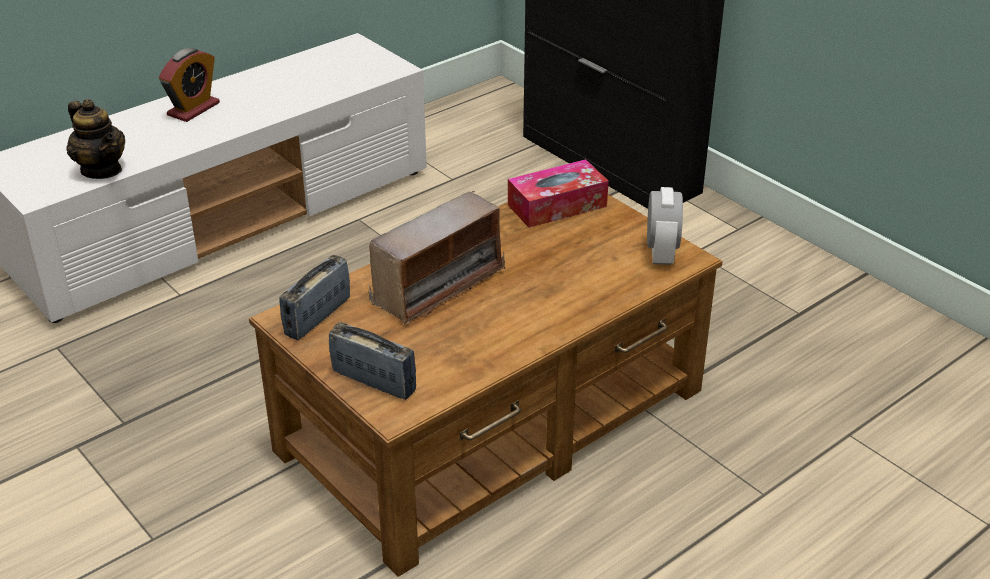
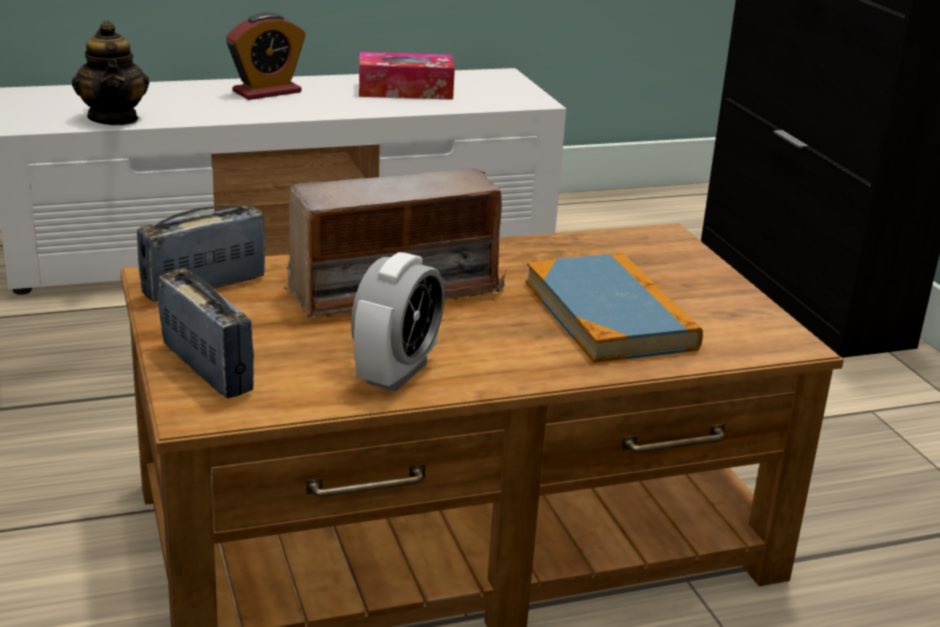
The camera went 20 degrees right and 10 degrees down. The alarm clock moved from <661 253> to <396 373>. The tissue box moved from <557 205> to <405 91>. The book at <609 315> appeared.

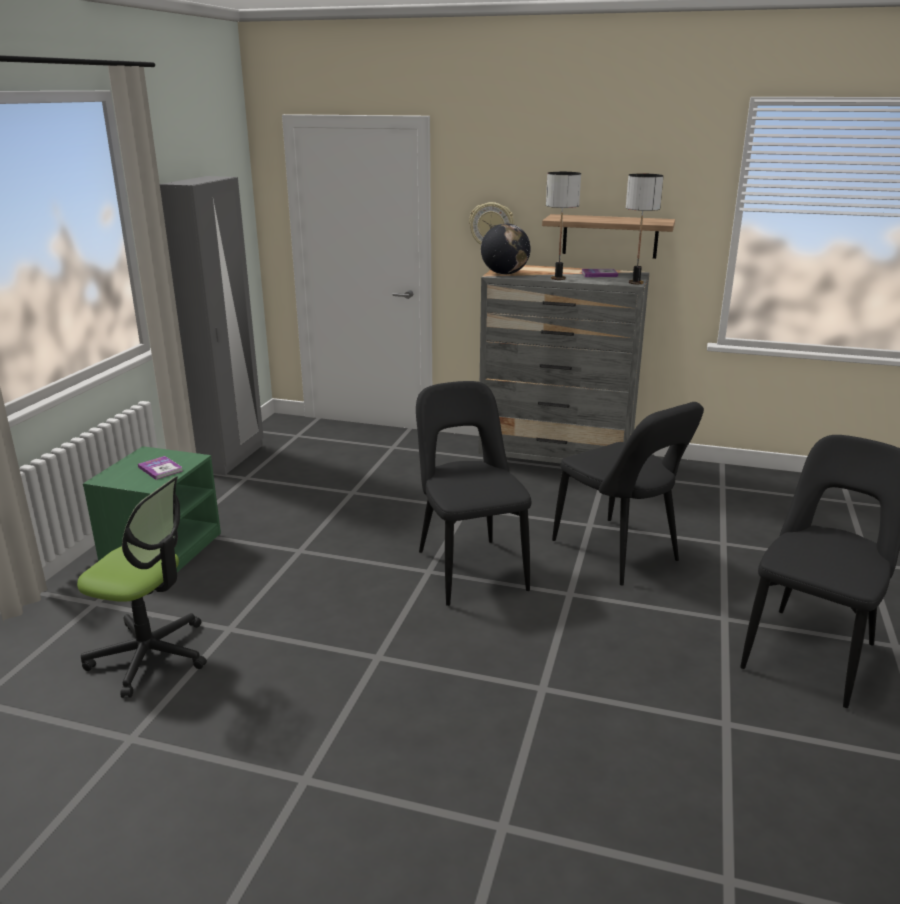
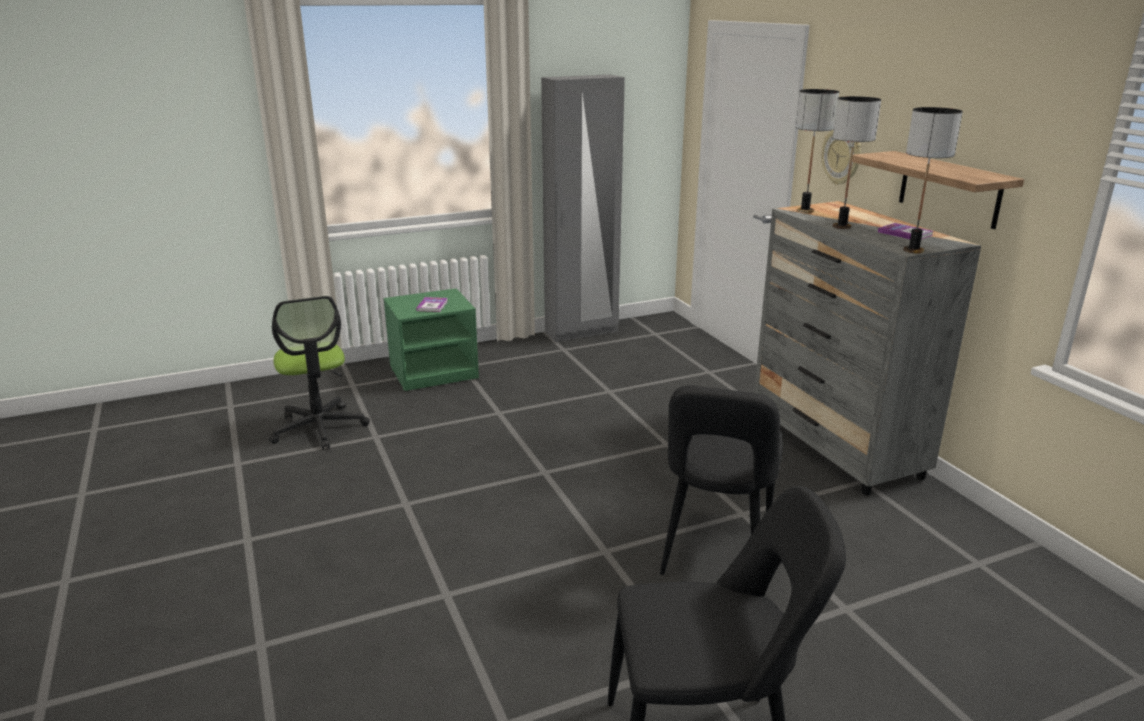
The camera went 50 degrees right and 0 degrees up. The globe at <505 273> was replaced by the table lamp at <805 210>. The black chair at <469 568> disappeared.

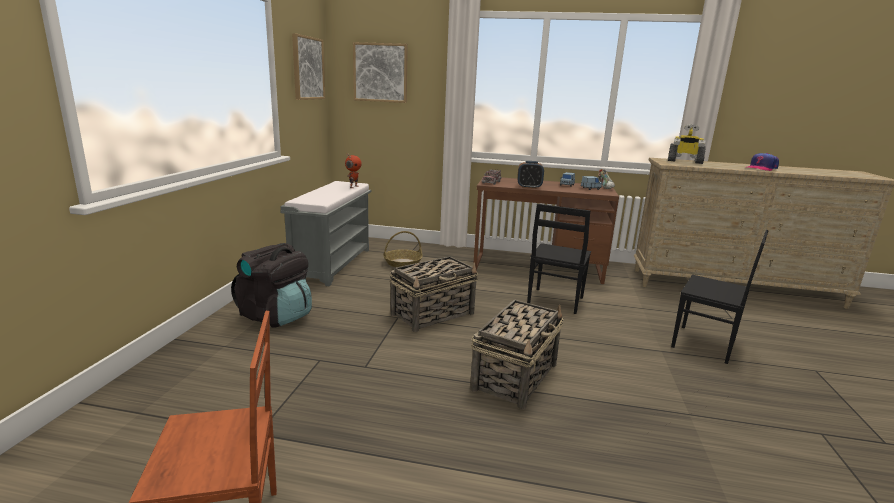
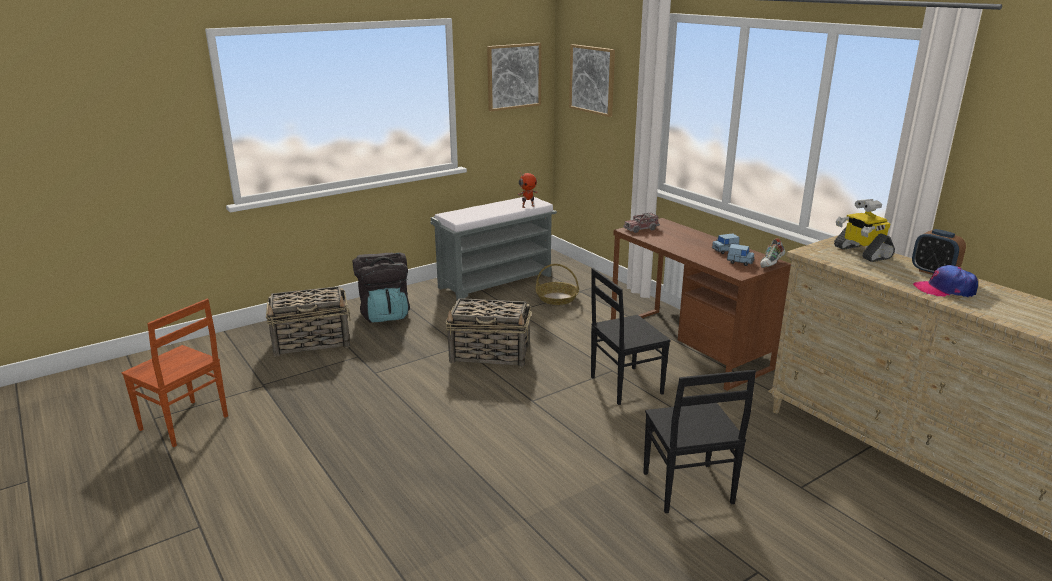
The camera went 45 degrees right and 5 degrees up. The basket moved from <515 376> to <313 342>. The alarm clock moved from <529 187> to <933 272>.

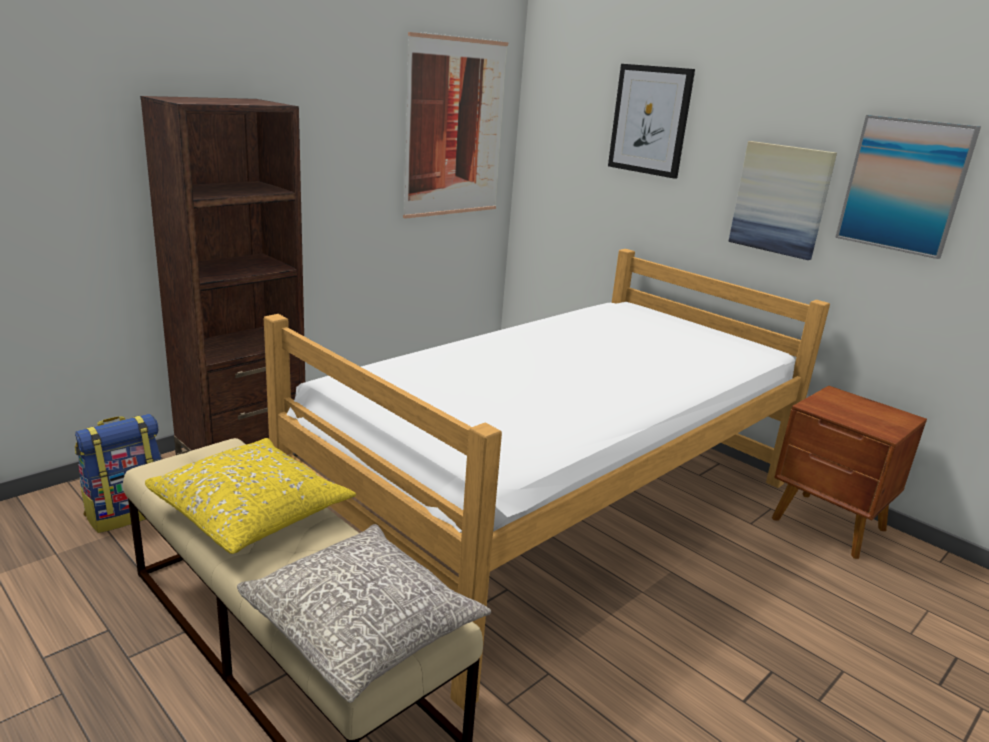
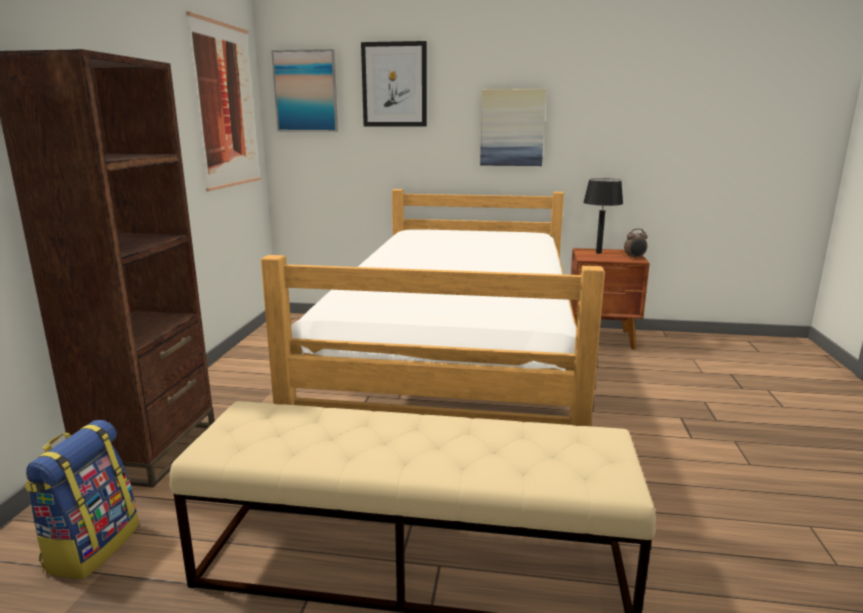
The camera went 35 degrees left and 5 degrees down. The picture moved from <904 185> to <306 91>. The black table lamp at <599 253> appeared. The alarm clock at <634 258> appeared. The yellow pillow at <252 511> disappeared. The grey pillow at <363 626> disappeared.

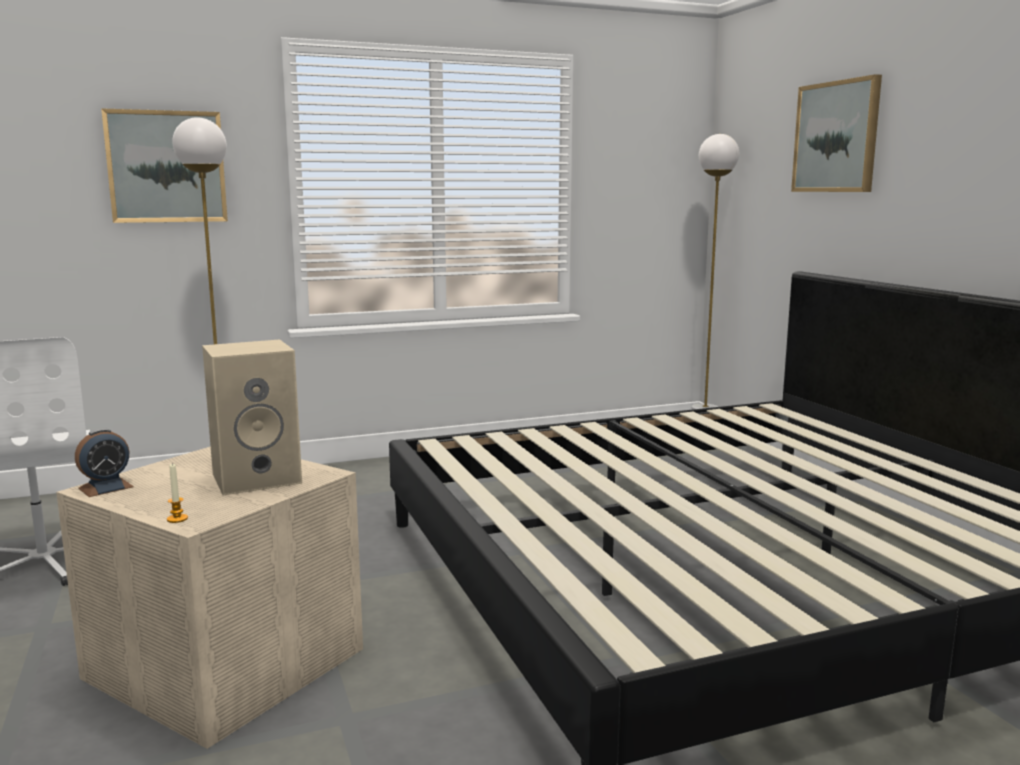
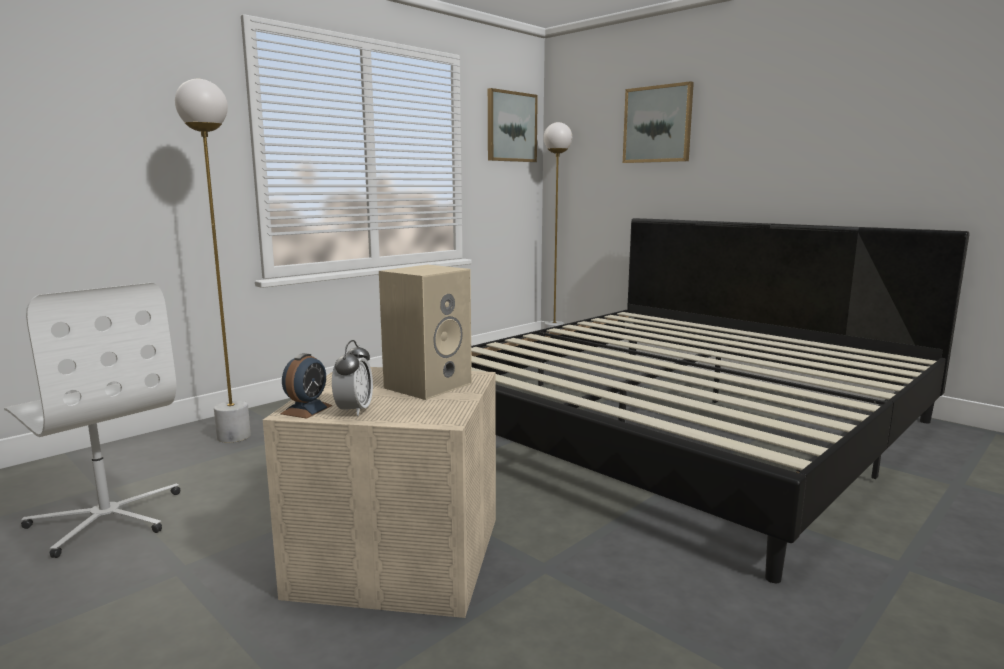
The camera went 25 degrees left and 0 degrees up. The alarm clock at <354 410> appeared. The picture moved from <166 167> to <511 127>. The candle at <177 519> disappeared.

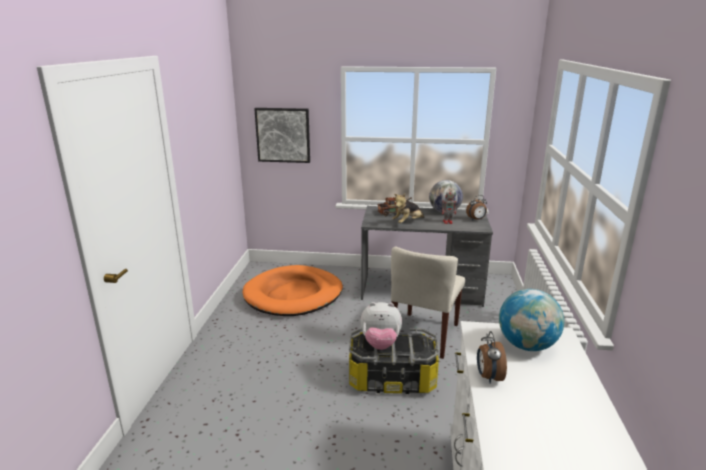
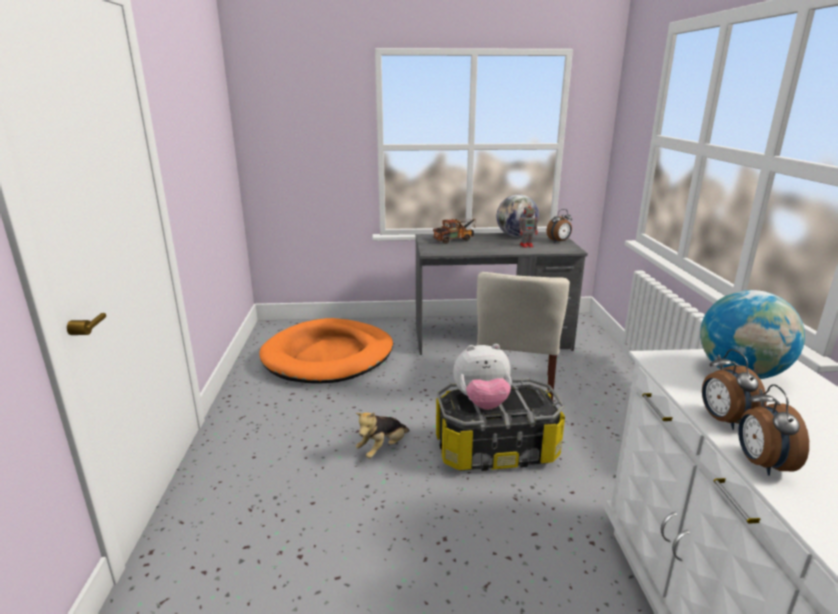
The camera went 10 degrees left and 0 degrees up. The plush toy moved from <408 222> to <383 448>. The alarm clock at <760 464> appeared. The picture at <283 135> disappeared.

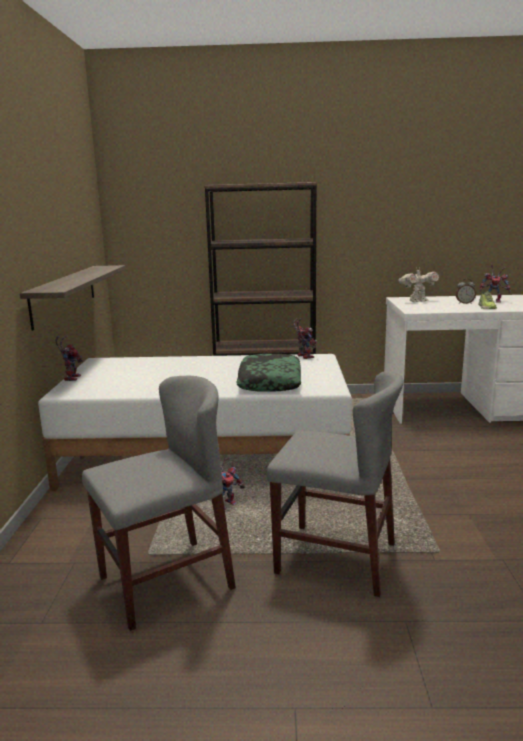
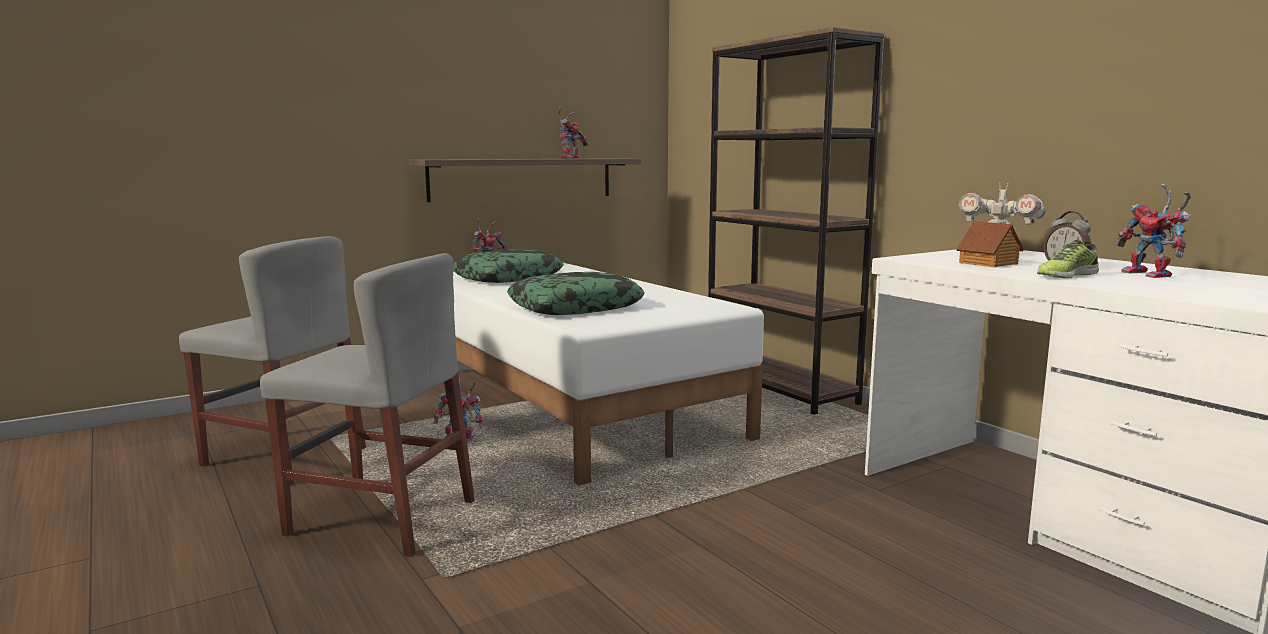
The camera went 55 degrees right and 5 degrees down. The grey chair at <335 558> turned 60 degrees counterclockwise. The pillow at <507 277> appeared. The toy robot moved from <303 356> to <570 158>. The toy house at <989 263> appeared.

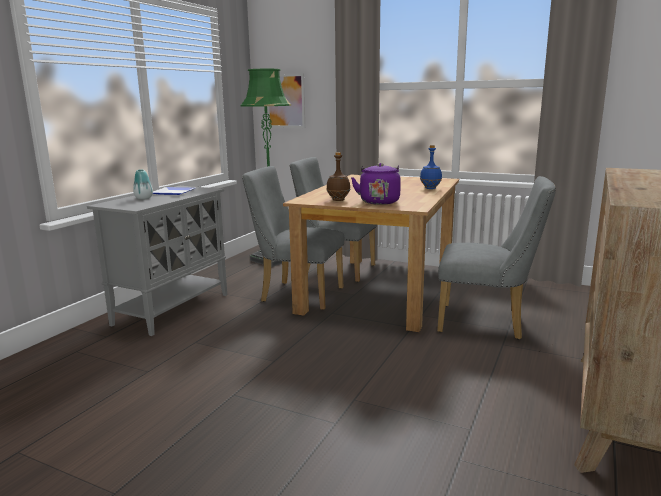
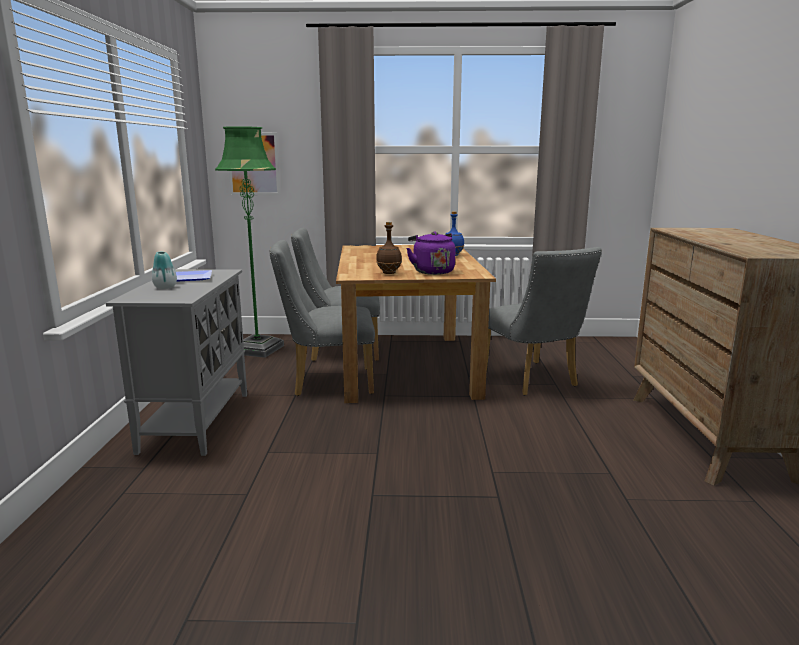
The camera went 25 degrees left and 0 degrees up. The grey chair at <487 323> turned 75 degrees clockwise.

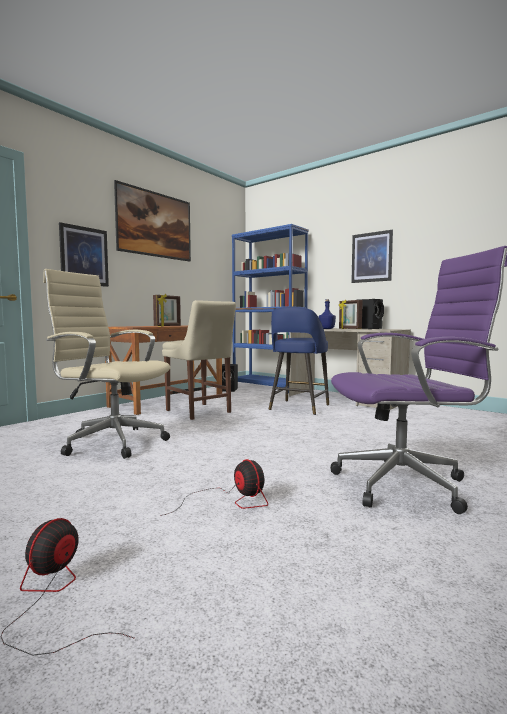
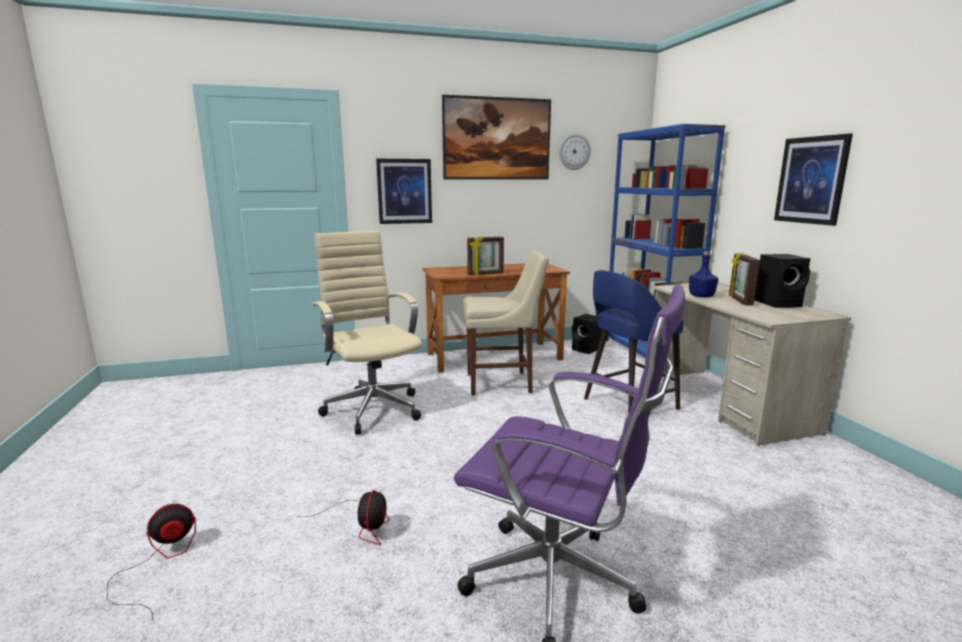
The camera went 35 degrees right and 10 degrees up. The beige chair at <200 412> turned 90 degrees counterclockwise. The wall clock at <574 151> appeared.

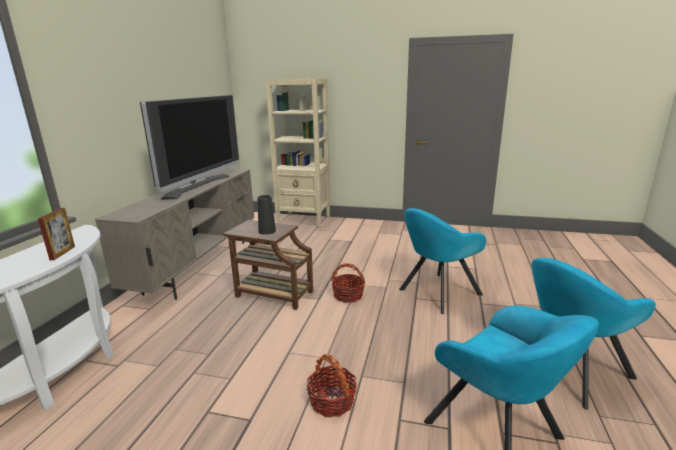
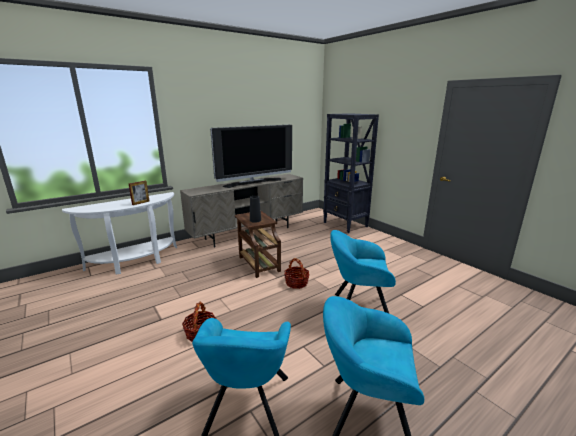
The camera went 40 degrees right and 0 degrees up. The beige bookcase at <304 221> became the black bookcase at <345 225>.

